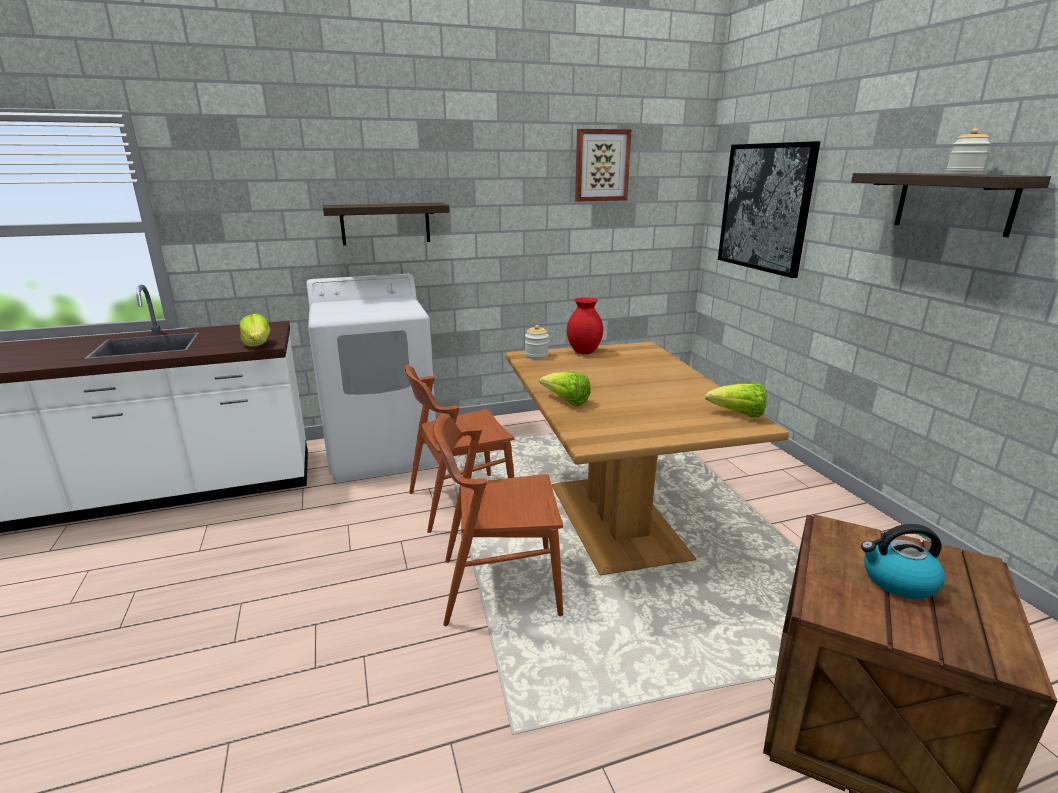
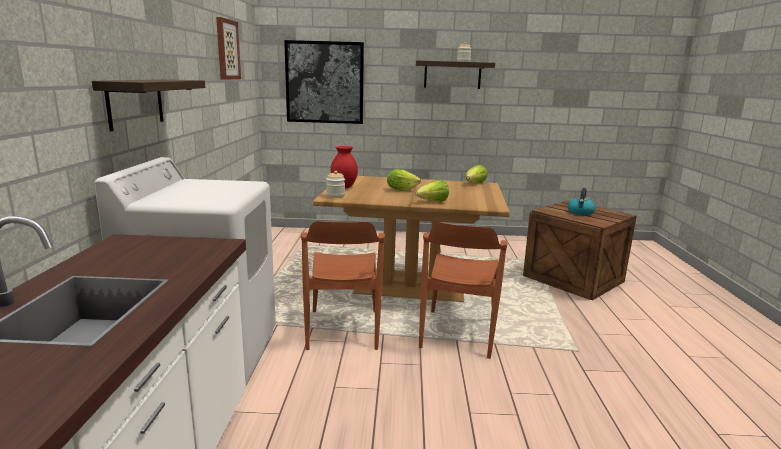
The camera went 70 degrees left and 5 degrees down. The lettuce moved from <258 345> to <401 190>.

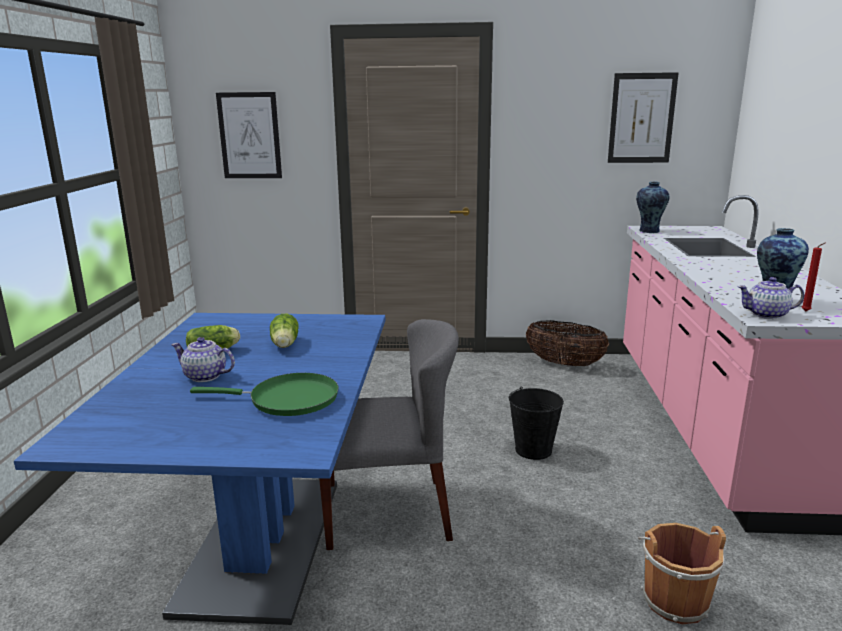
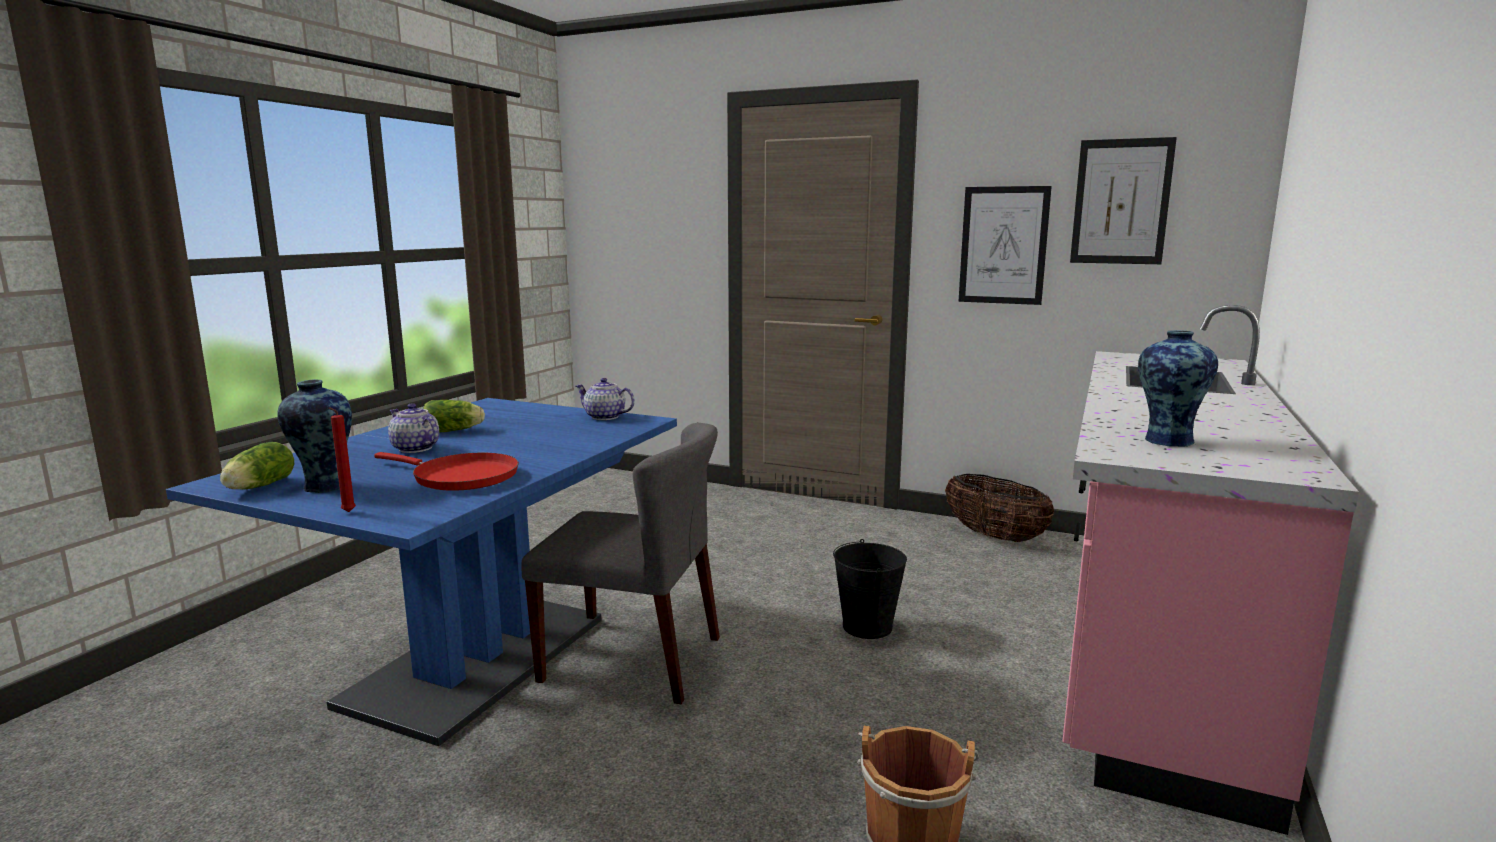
The camera went 20 degrees right and 5 degrees down. The lettuce moved from <284 345> to <257 487>. The vase moved from <649 231> to <324 486>. The red candle moved from <806 312> to <347 513>. The green frying pan at <287 399> became the red frying pan at <460 477>. The teapot moved from <767 315> to <605 417>. The picture moved from <249 136> to <1003 245>.

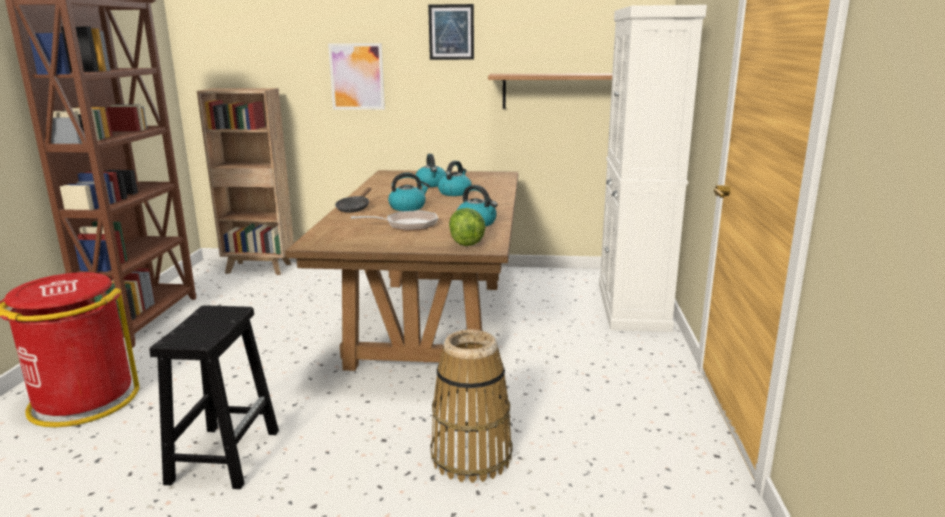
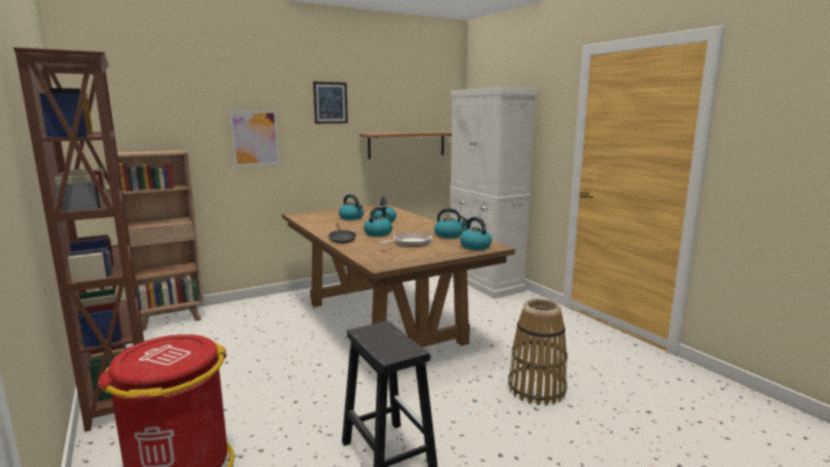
The camera went 35 degrees left and 5 degrees down. The lettuce at <467 242> was replaced by the kettle at <474 246>.

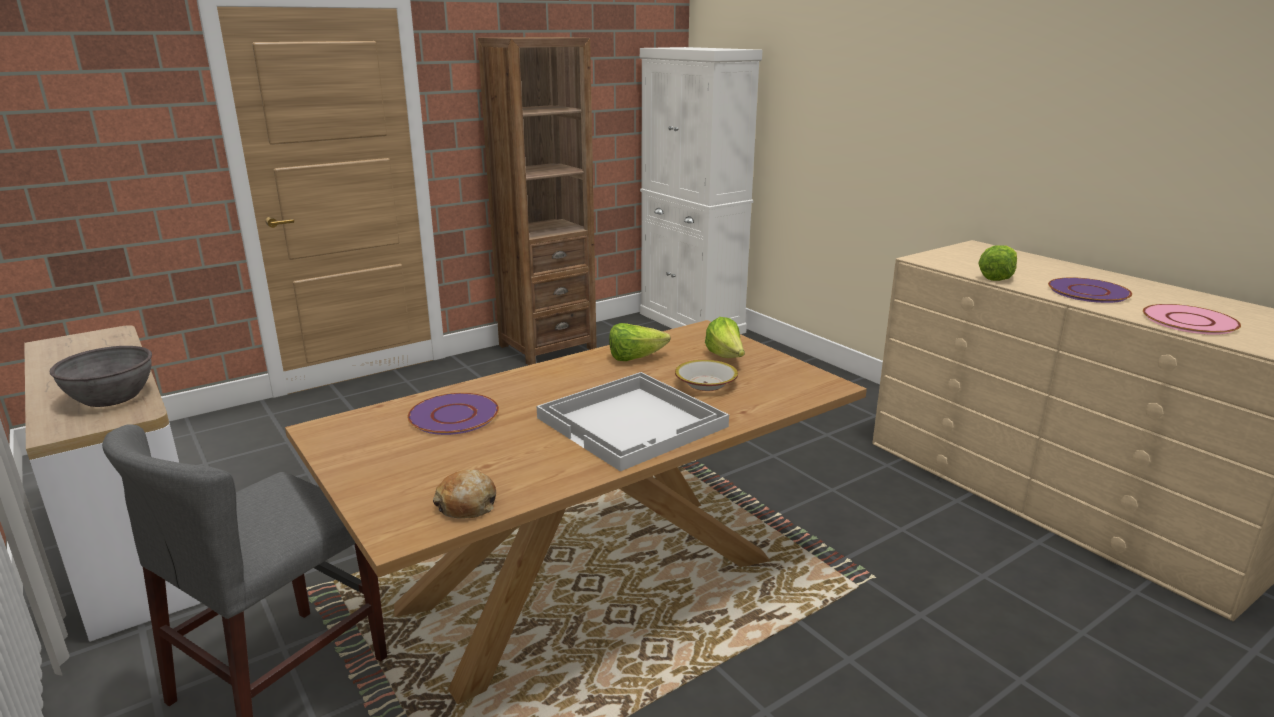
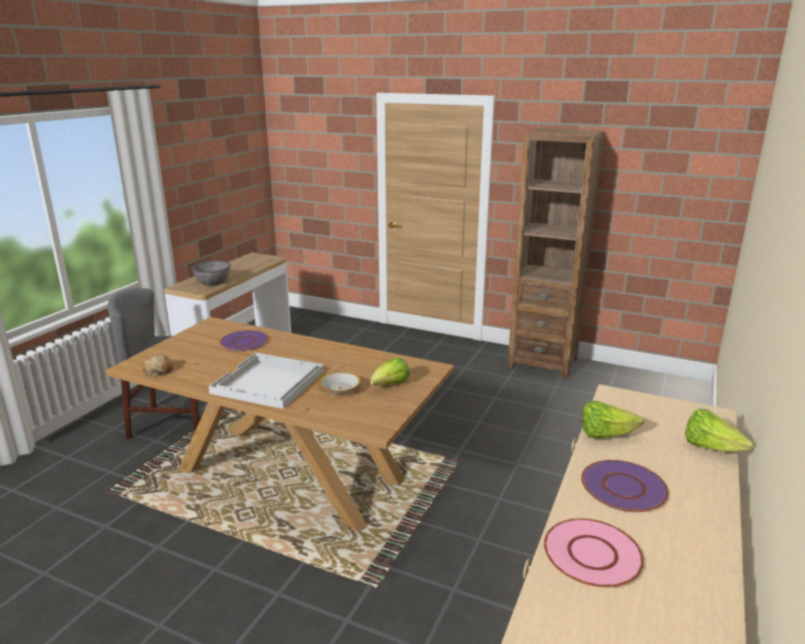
The camera went 60 degrees right and 0 degrees up. The lettuce moved from <635 358> to <710 448>. The white cabinet at <691 323> disappeared.

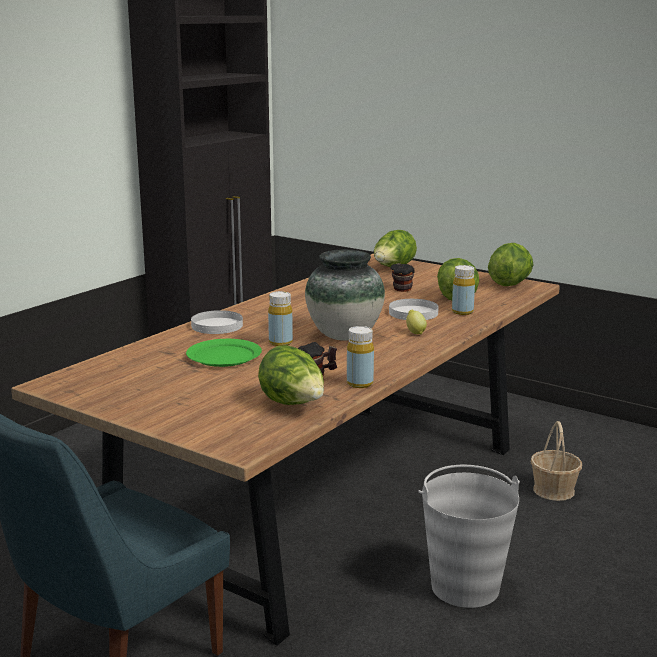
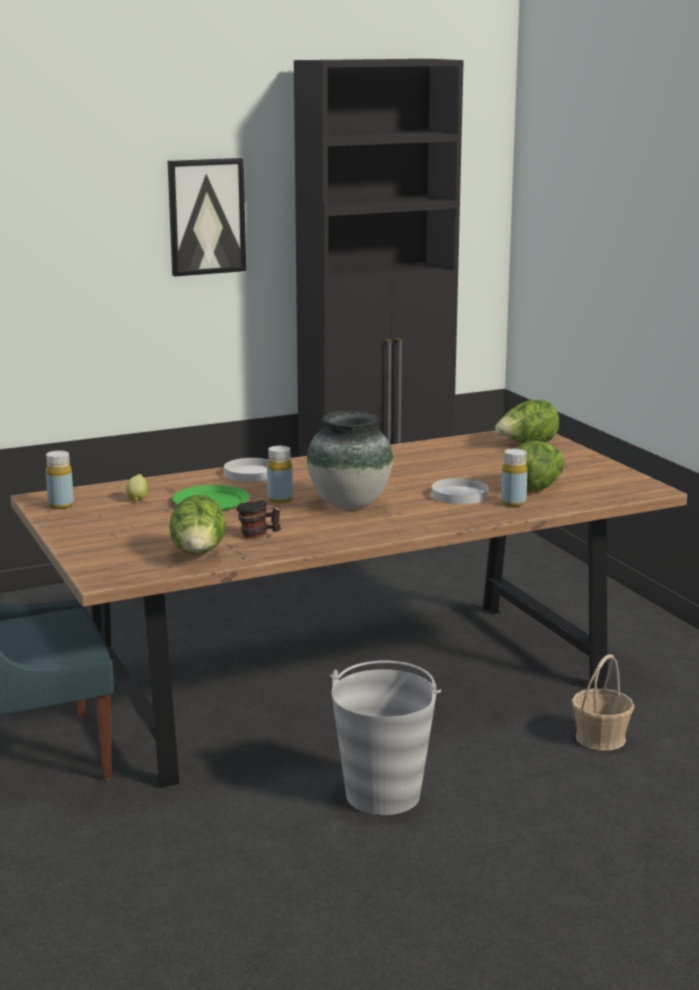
The camera went 30 degrees right and 0 degrees up. The yellow bottle moved from <360 383> to <61 505>. The lemon moved from <415 332> to <137 499>. The picture at <206 216> appeared. The mug at <401 288> disappeared. The lettuce at <509 284> disappeared.

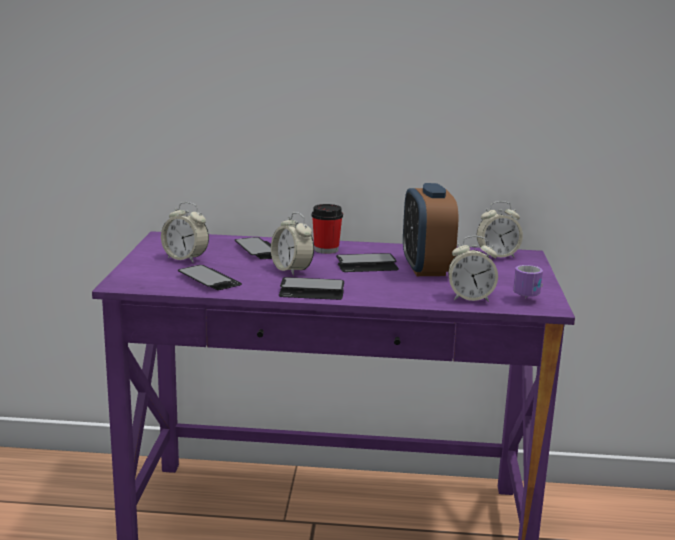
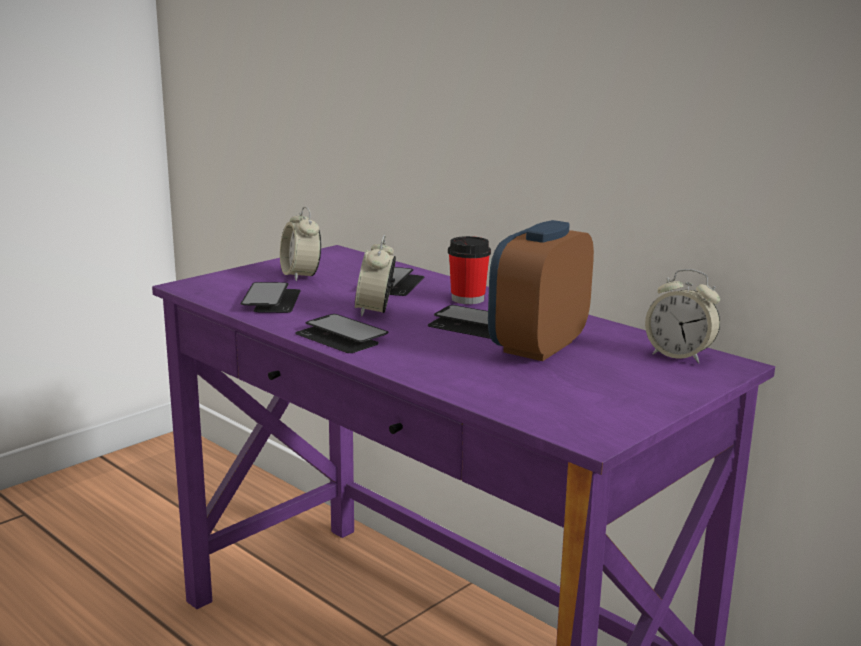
The camera went 40 degrees right and 0 degrees up. The alarm clock at <470 298> disappeared. The mug at <532 295> disappeared.

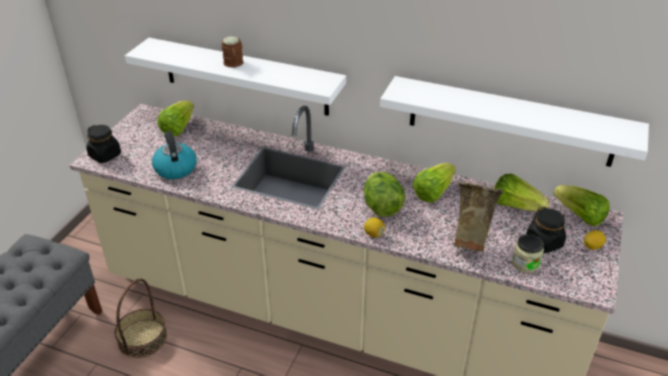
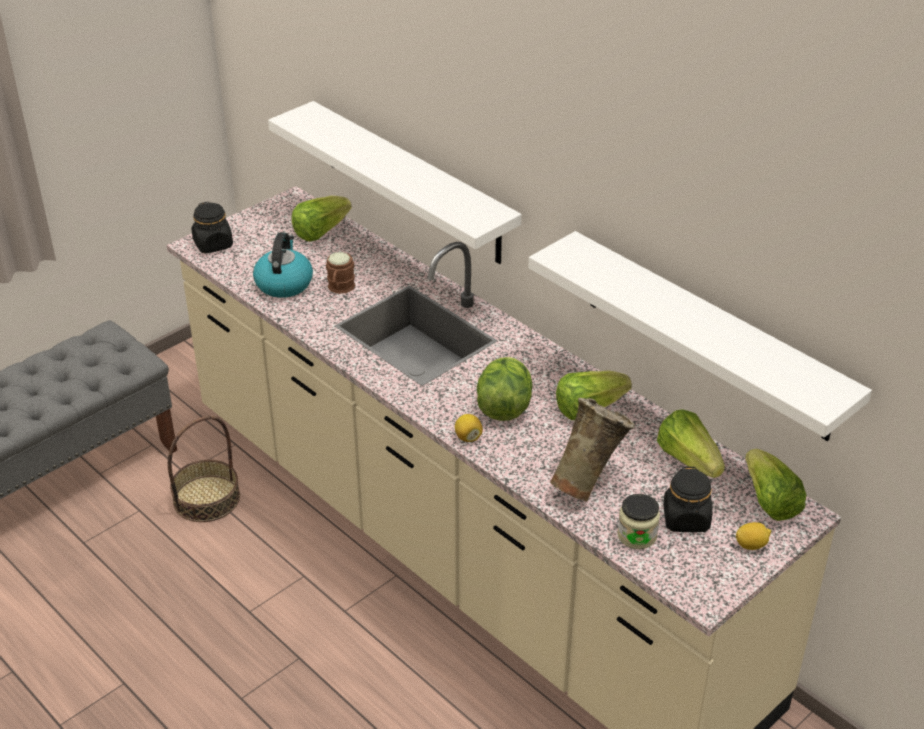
The camera went 25 degrees right and 0 degrees up. The brown mug moved from <234 64> to <340 288>.

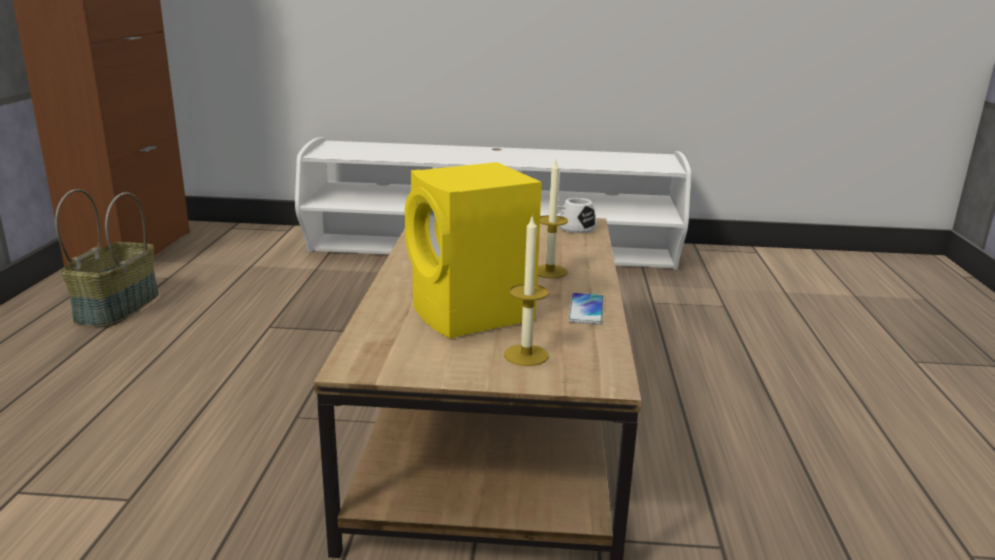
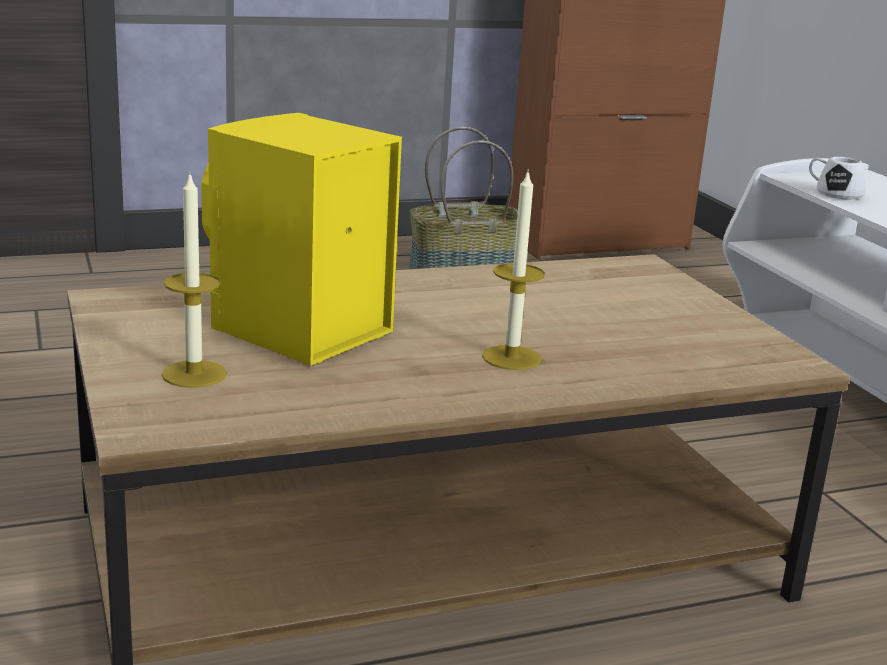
The camera went 65 degrees right and 0 degrees up. The white mug moved from <572 229> to <833 193>. The phone at <586 310> disappeared.

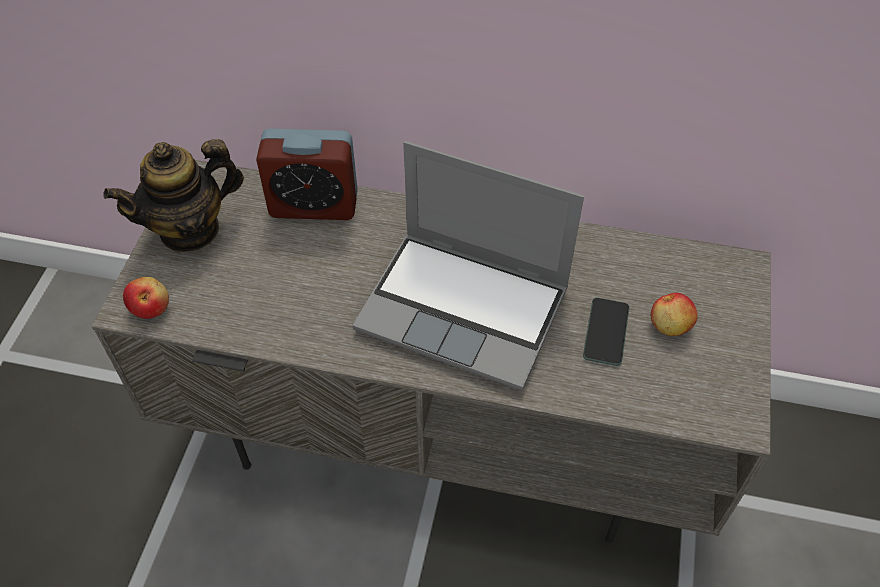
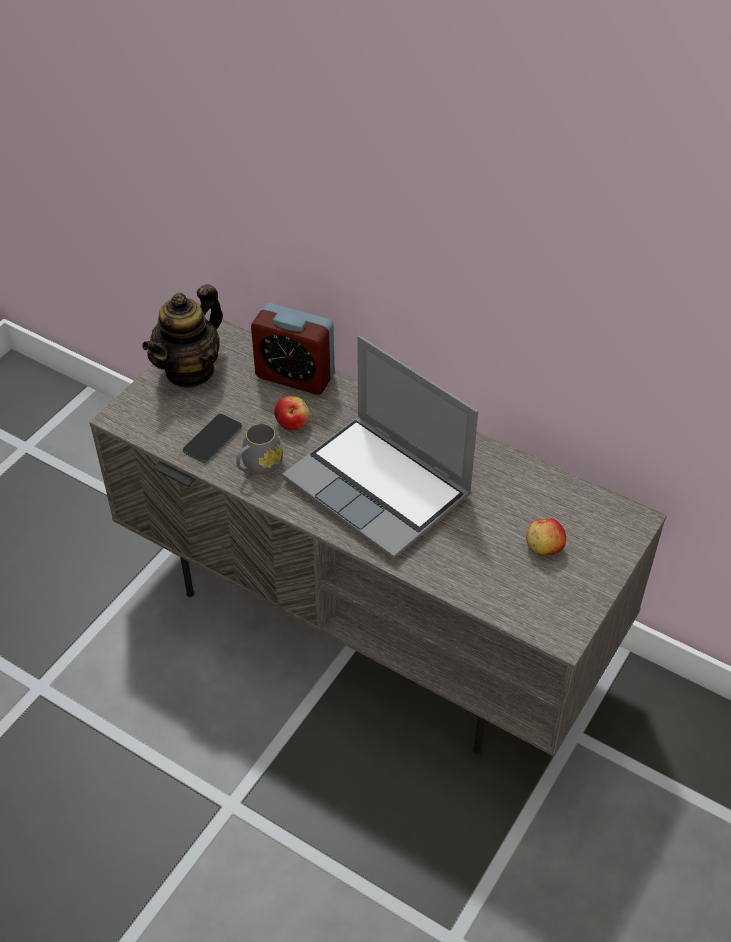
The camera went 20 degrees right and 5 degrees down. The teapot at <190 230> turned 45 degrees counterclockwise. The phone moved from <606 332> to <212 439>. The grey mug at <258 466> appeared. The apple moved from <150 307> to <292 422>.

